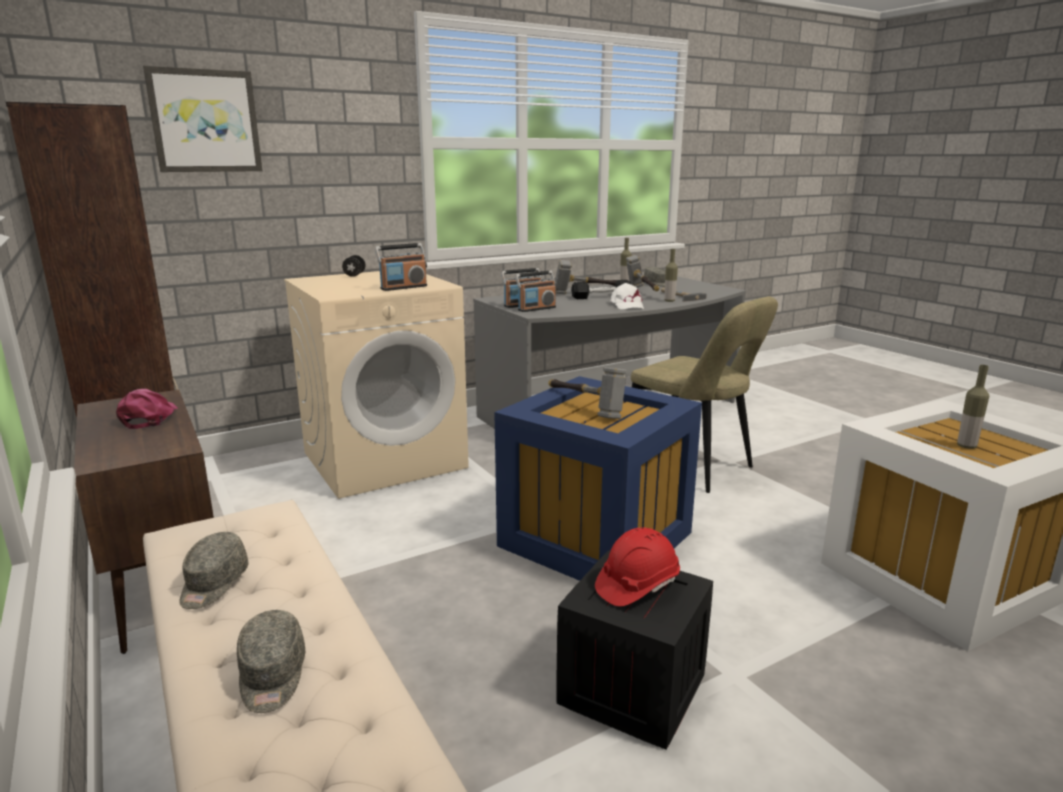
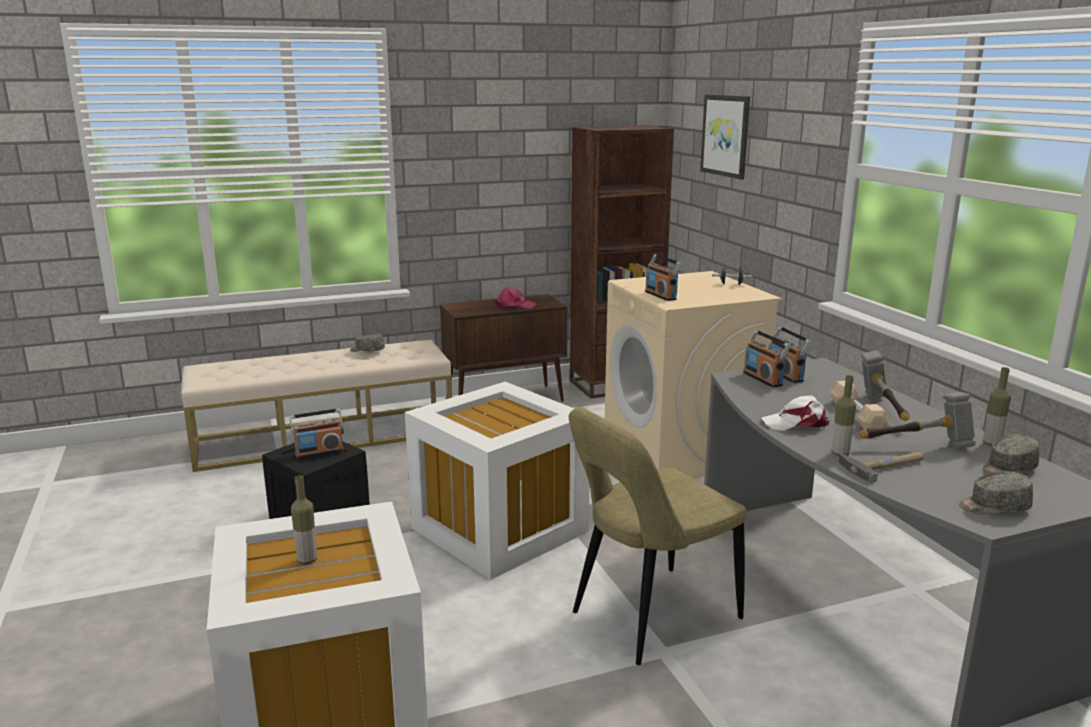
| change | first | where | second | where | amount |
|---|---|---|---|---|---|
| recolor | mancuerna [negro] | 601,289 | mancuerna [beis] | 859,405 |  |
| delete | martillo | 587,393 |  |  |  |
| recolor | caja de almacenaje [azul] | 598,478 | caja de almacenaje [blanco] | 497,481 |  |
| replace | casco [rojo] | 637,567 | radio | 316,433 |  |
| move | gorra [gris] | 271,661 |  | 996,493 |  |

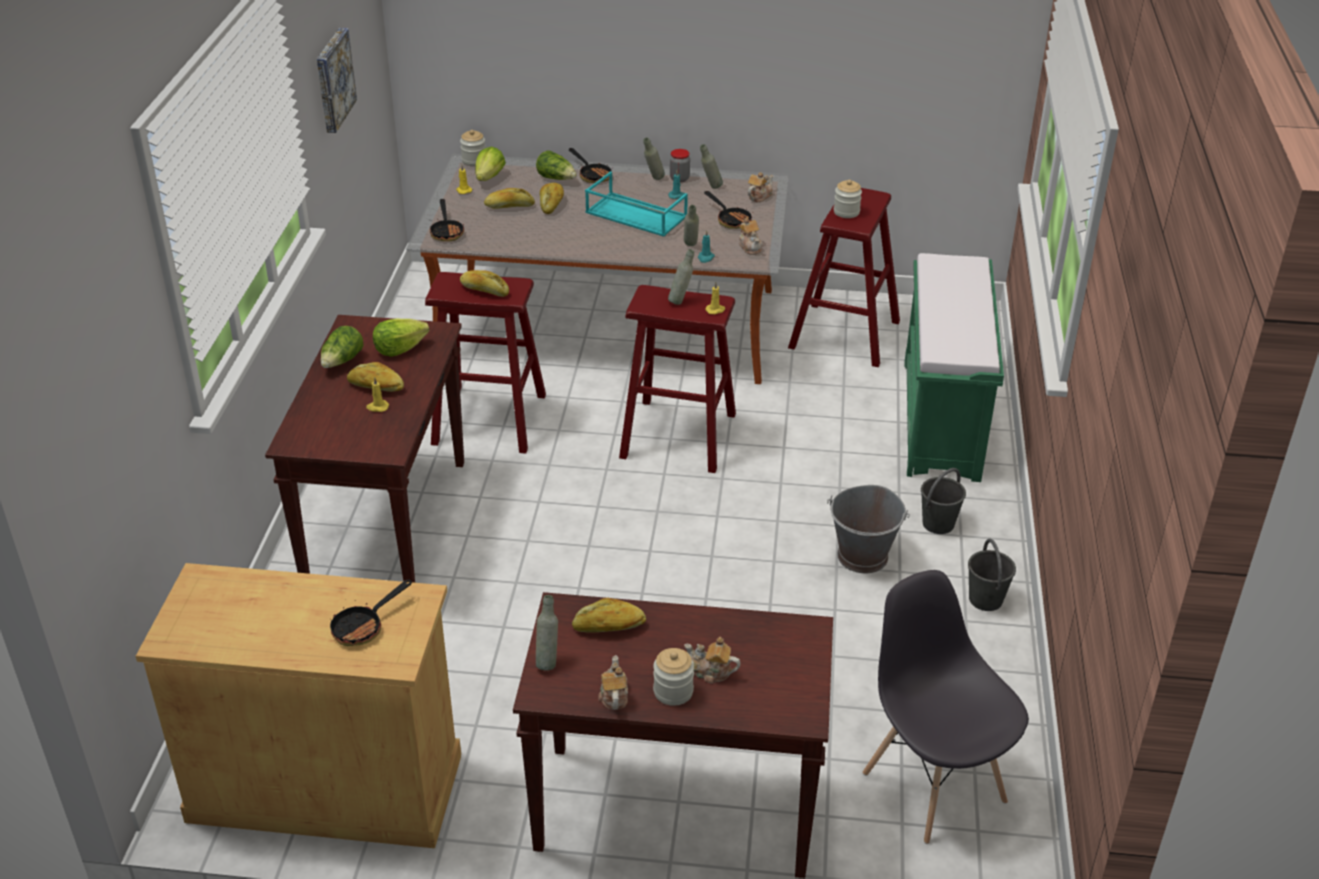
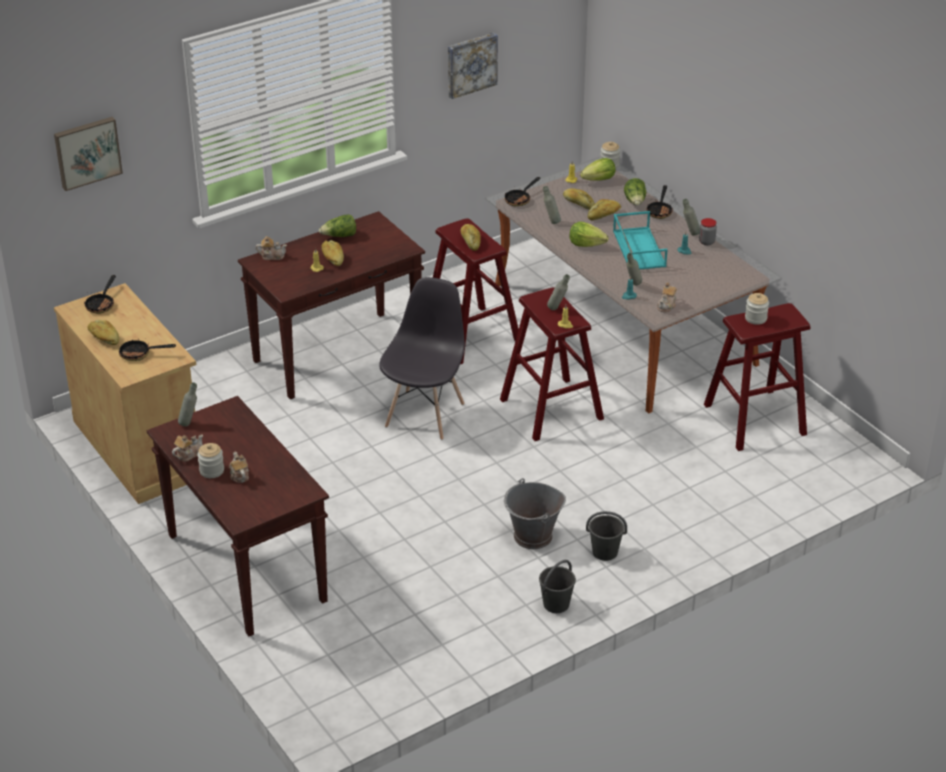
| change | first | where | second | where | amount |
|---|---|---|---|---|---|
| move | botella [gris] | 711,166 |  | 552,205 |  |
| move | tetera | 760,187 |  | 271,248 |  |
| move | sartén | 728,210 |  | 100,294 |  |
| delete | banco [verde] | 954,367 |  |  |  |
| move | lechuga | 401,338 |  | 588,234 |  |
| move | silla [gris] | 946,707 |  | 422,358 |  |
| move | pan | 609,615 |  | 103,332 |  |
| insert |  |  | cuadro | 88,154 |  |

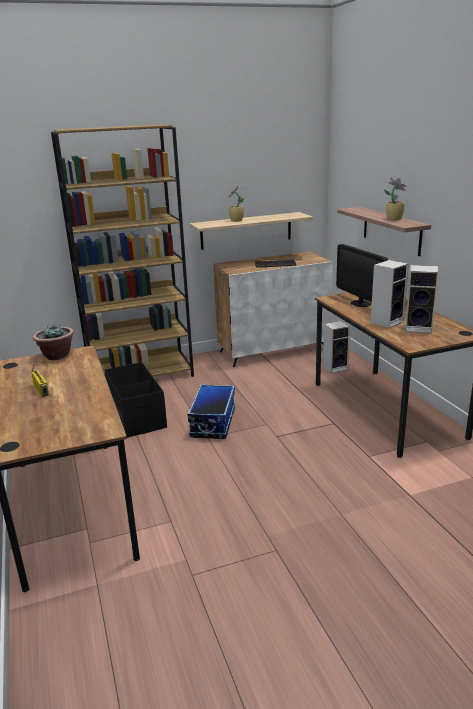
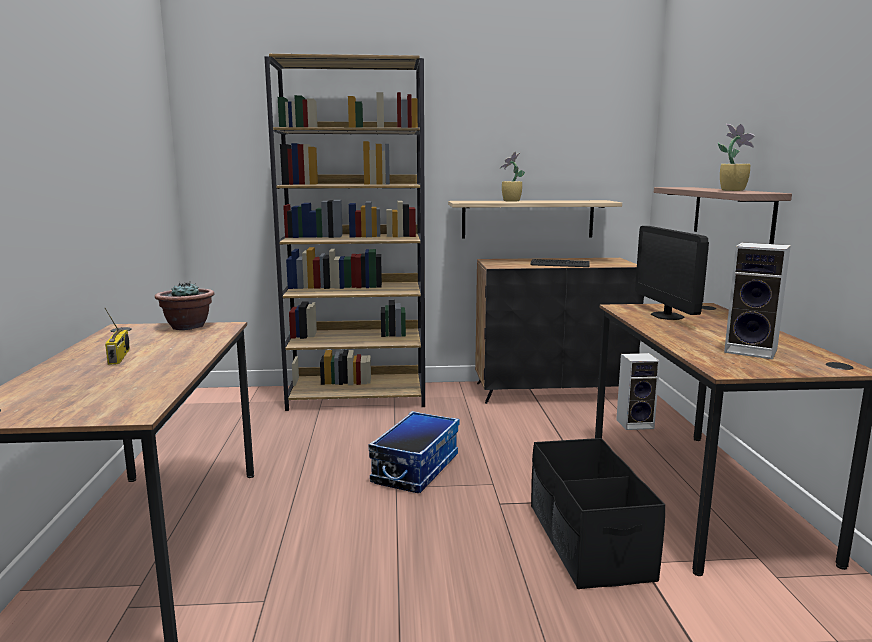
| change | first | where | second | where | amount |
|---|---|---|---|---|---|
| recolor | armario [blanco] | 273,309 | armario [negro] | 559,331 |  |
| delete | altavoz | 390,294 |  |  |  |
| move | caja de almacenaje [negro] | 135,400 |  | 598,513 |  |

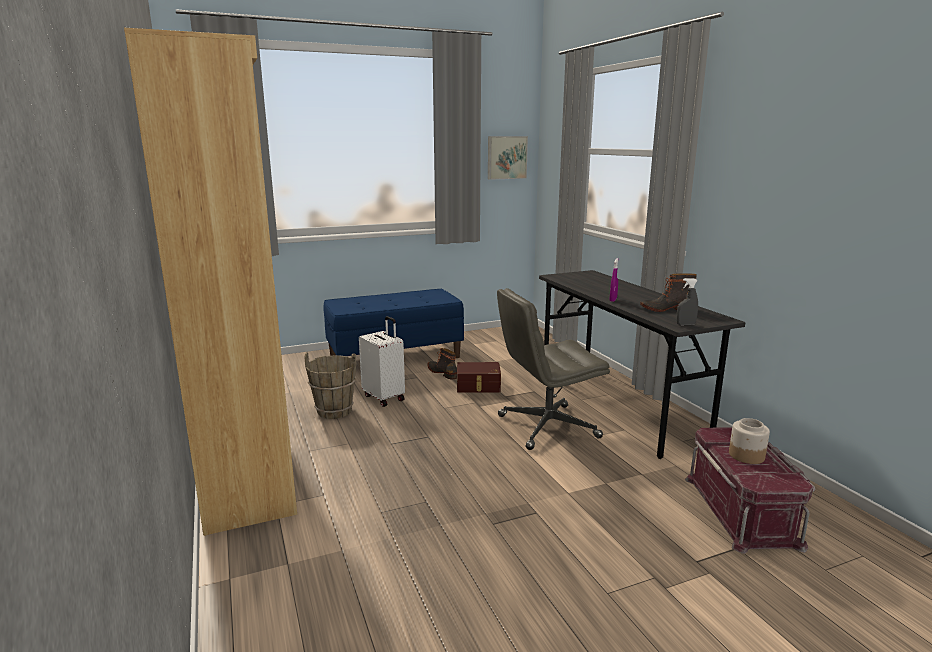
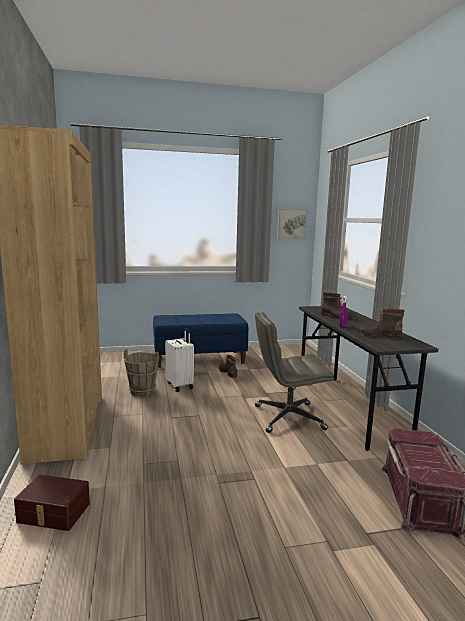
| change | first | where | second | where | amount |
|---|---|---|---|---|---|
| delete | pulverizador [gris] | 687,302 |  |  |  |
| move | caja de almacenaje [marrón] | 479,377 |  | 52,503 |  |
| delete | tarro | 749,441 |  |  |  |
| insert |  |  | bota | 338,305 |  |

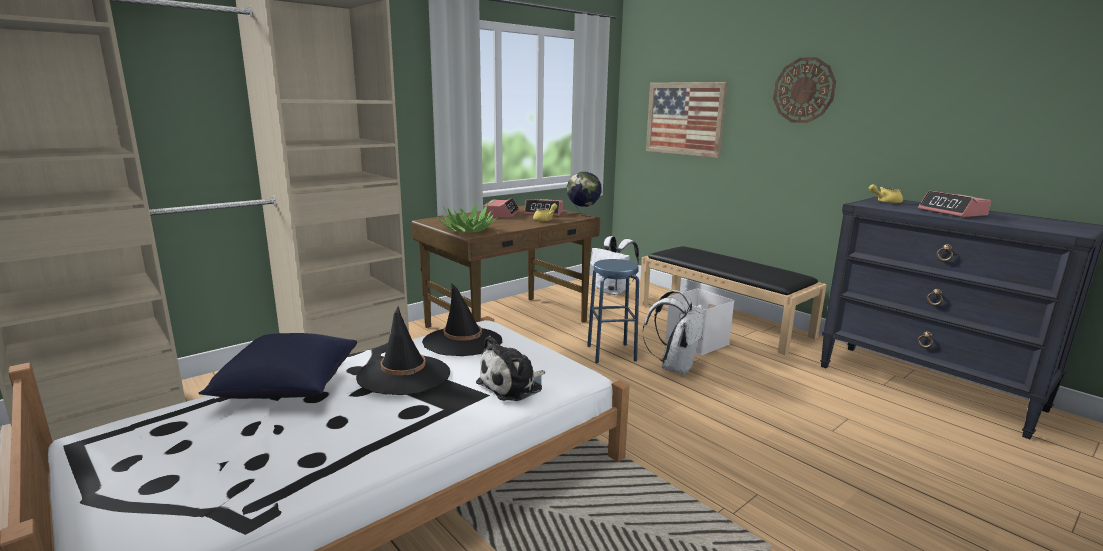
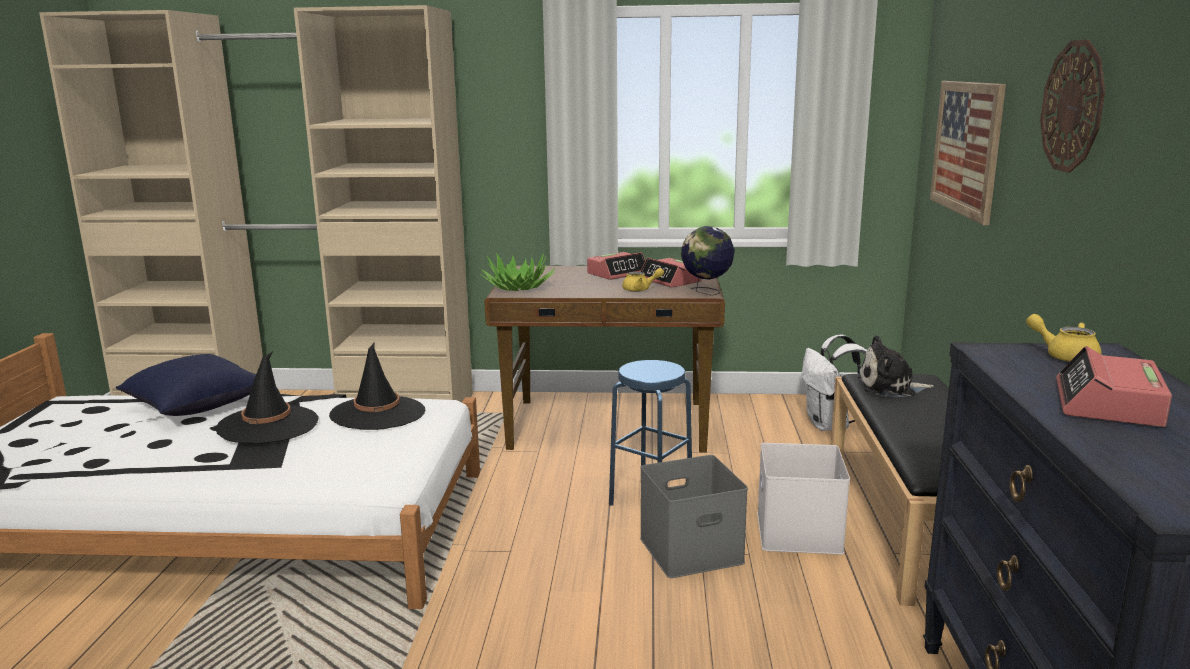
| change | first | where | second | where | amount |
|---|---|---|---|---|---|
| replace | mochila [blanco] | 673,332 | caja de almacenaje [gris] | 694,516 |  |
| move | peluche | 510,368 |  | 896,366 |  |

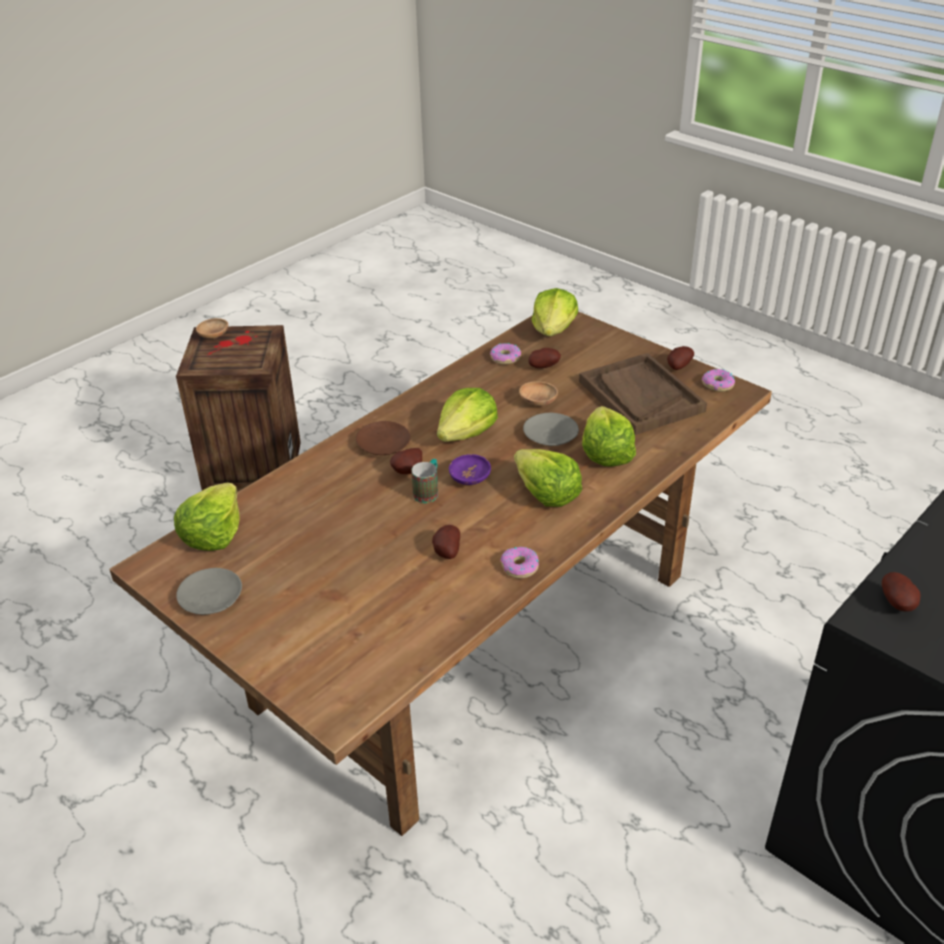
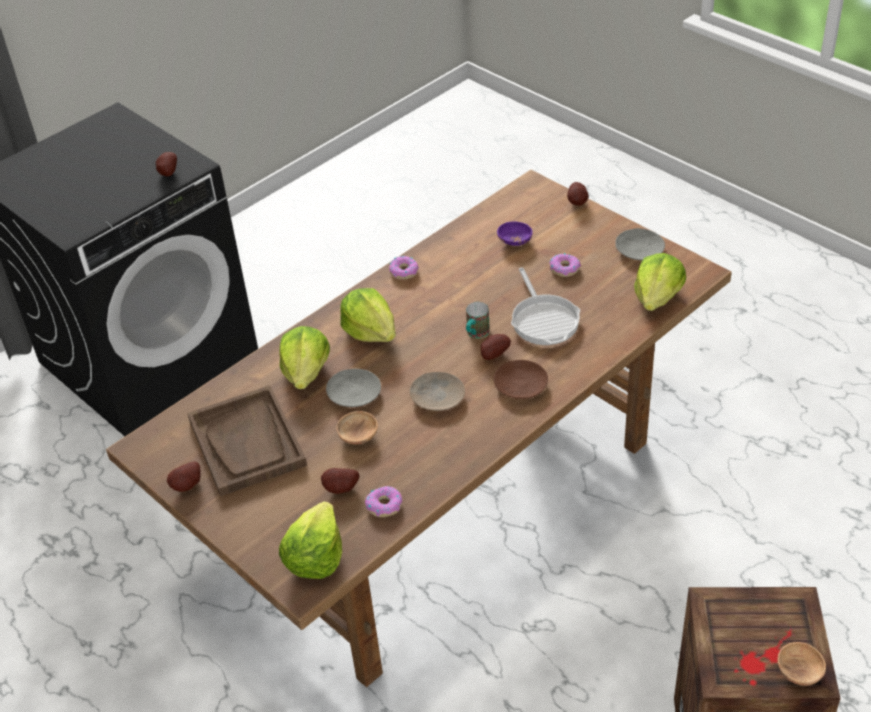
| change | first | where | second | where | amount |
|---|---|---|---|---|---|
| move | rosquilla | 718,380 |  | 565,265 |  |
| replace | lechuga | 467,415 | plato [beis] | 437,391 |  |
| move | cuenco [morado] | 470,469 |  | 515,234 |  |
| move | patata | 446,542 |  | 578,194 |  |
| insert |  |  | sartén | 545,306 |  |

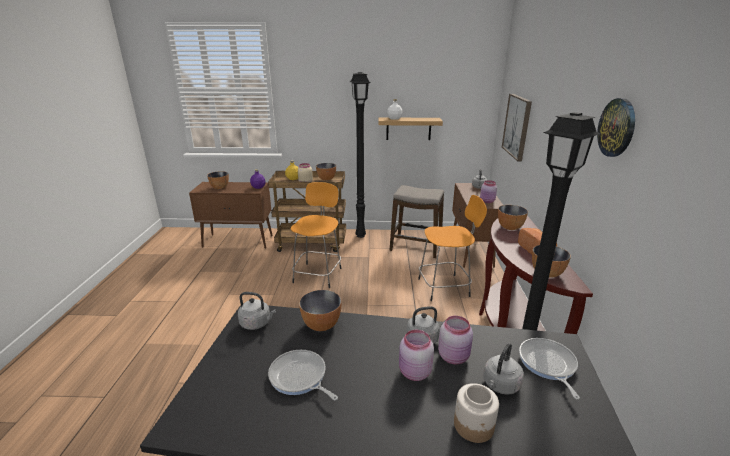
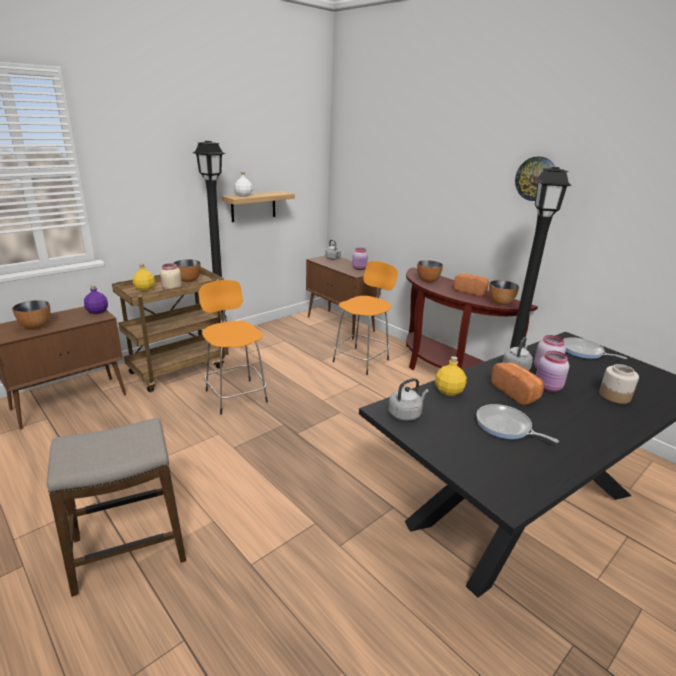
| change | first | where | second | where | amount |
|---|---|---|---|---|---|
| delete | cuadro | 517,127 |  |  |  |
| move | taburete | 417,221 |  | 116,507 |  |
| replace | cuenco | 320,310 | botella [amarillo] | 451,376 |  |
| delete | hervidor [gris] | 503,369 |  |  |  |
| rotate | sartén | 303,375 |  | 517,423 | 45 degrees clockwise |
| insert |  |  | pan | 517,383 |  |

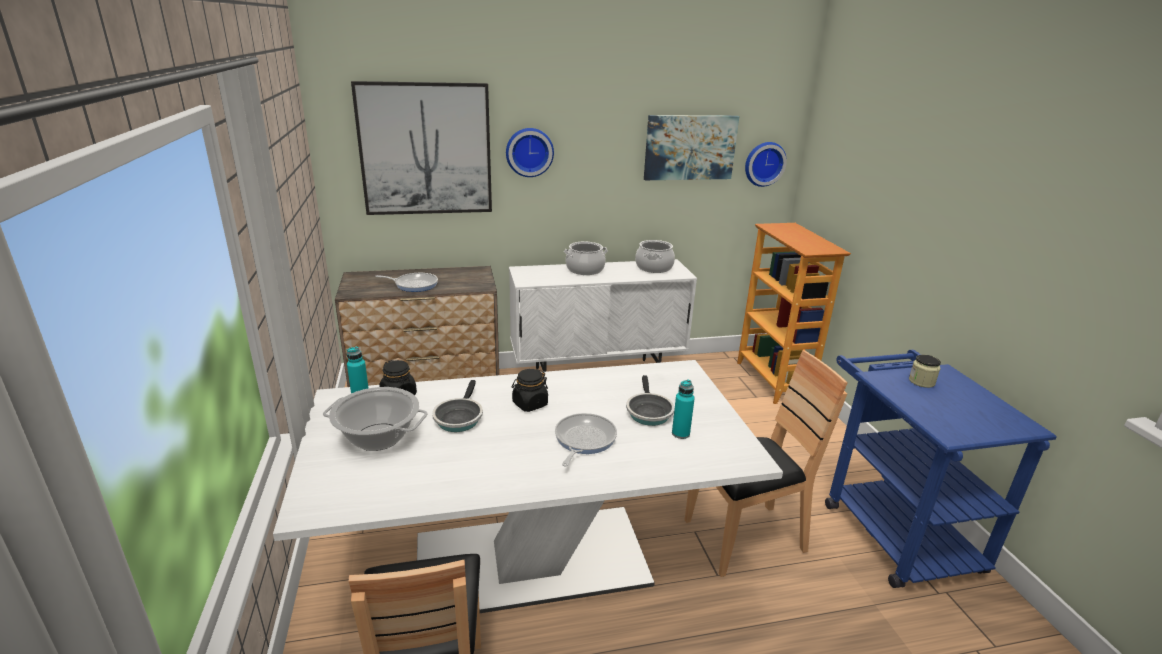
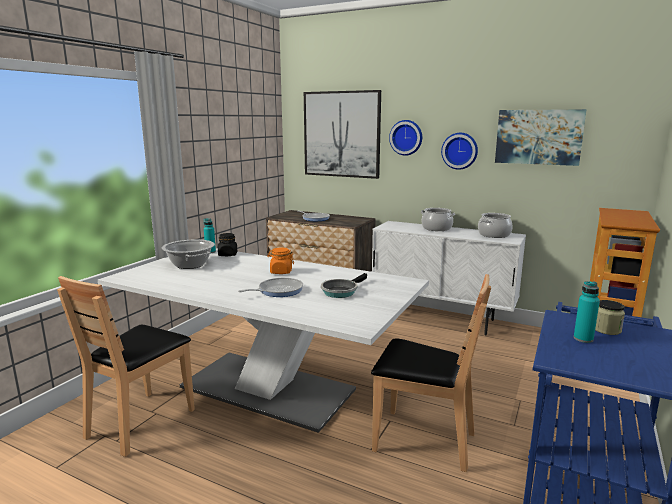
| change | first | where | second | where | amount |
|---|---|---|---|---|---|
| move | reloj de pared | 766,164 |  | 459,151 |  |
| recolor | tarro [negro] | 530,390 | tarro [naranja] | 280,261 |  |
| move | botella [turquesa] | 683,409 |  | 587,312 |  |
| delete | sartén | 457,406 |  |  |  |

